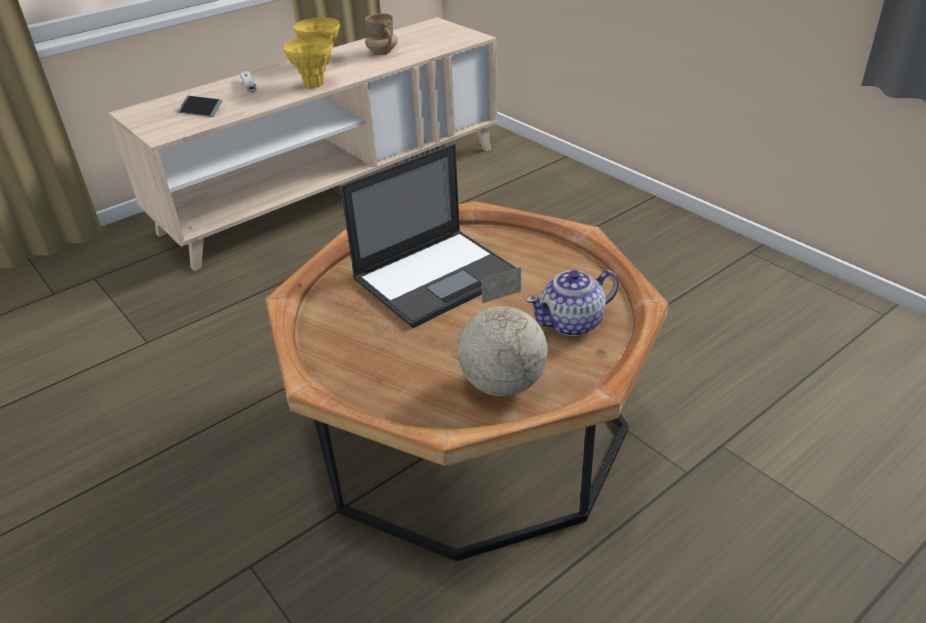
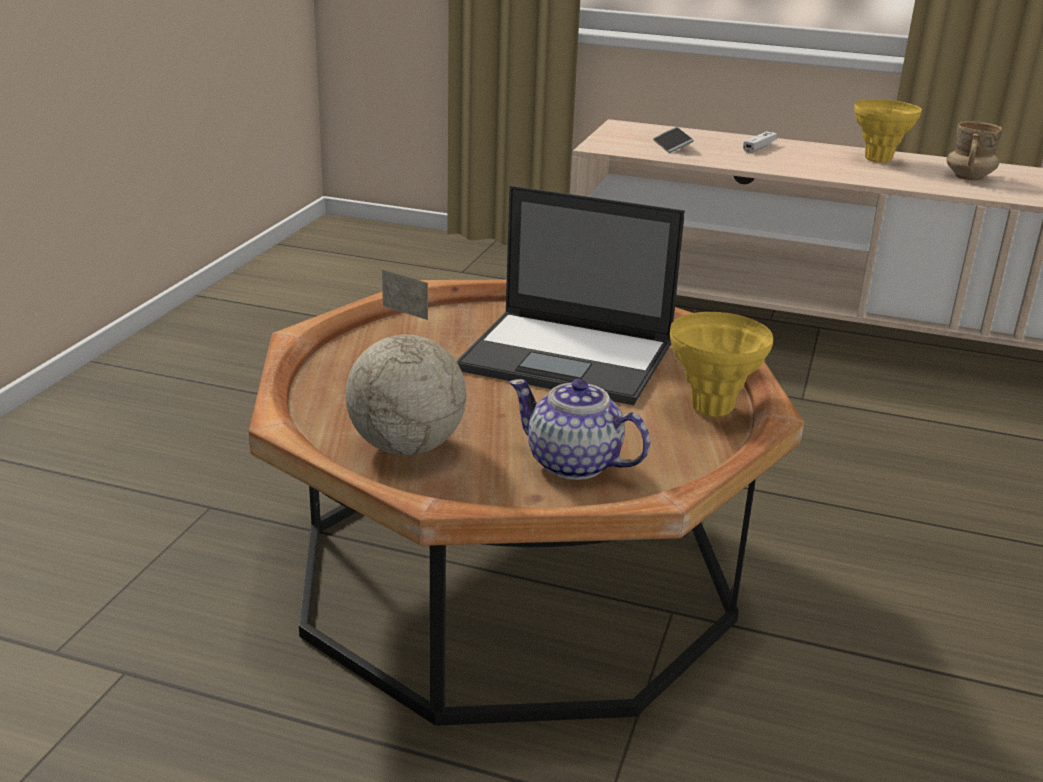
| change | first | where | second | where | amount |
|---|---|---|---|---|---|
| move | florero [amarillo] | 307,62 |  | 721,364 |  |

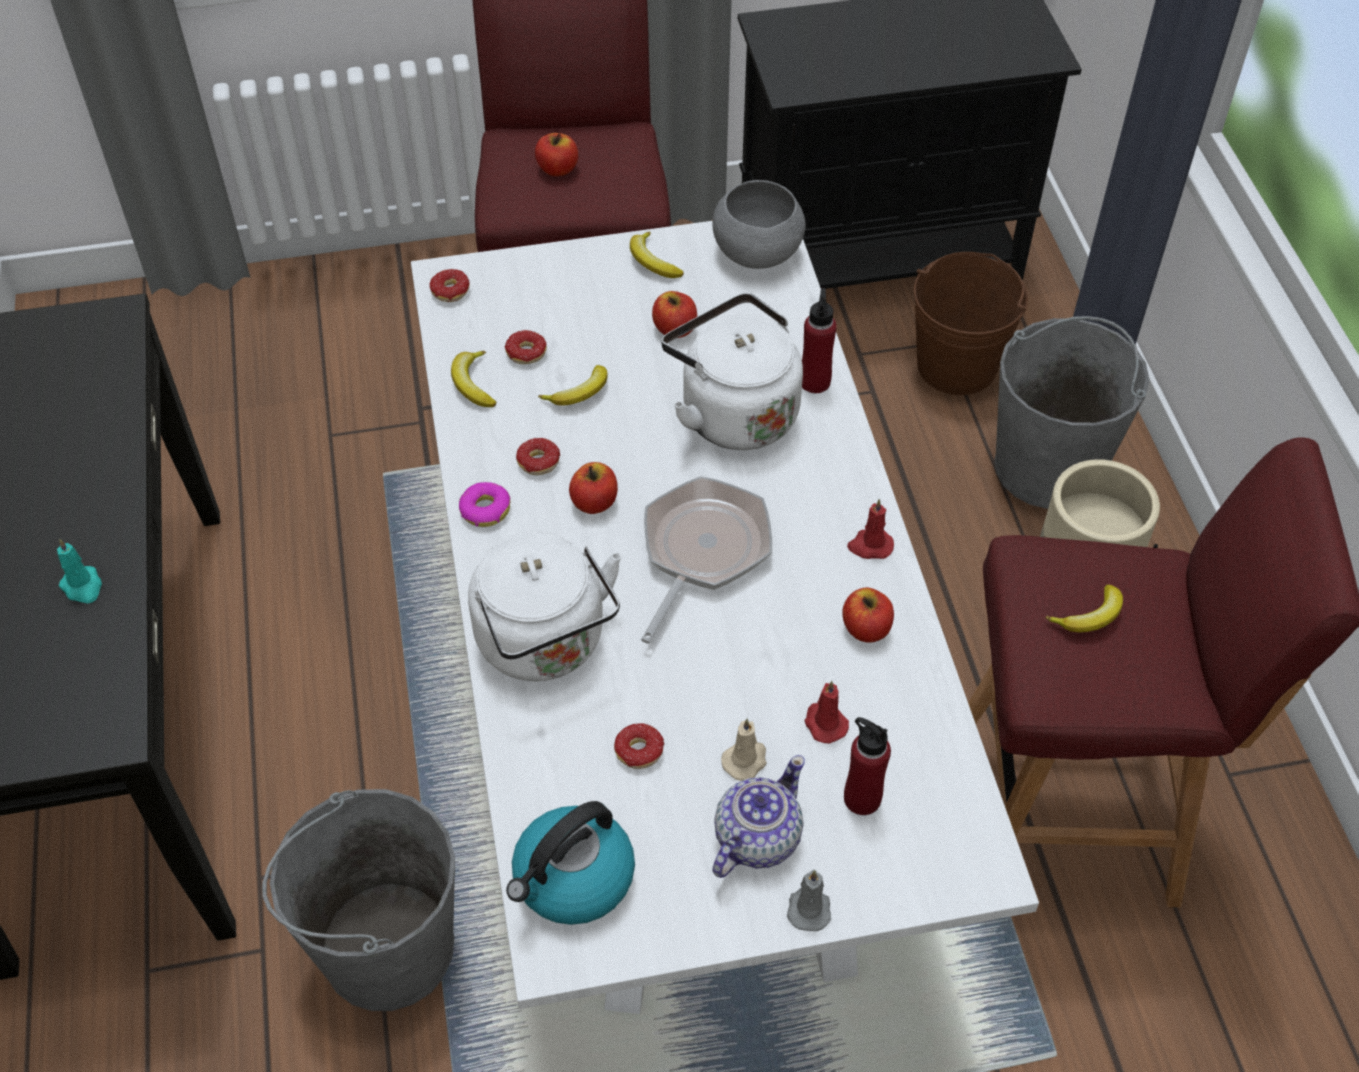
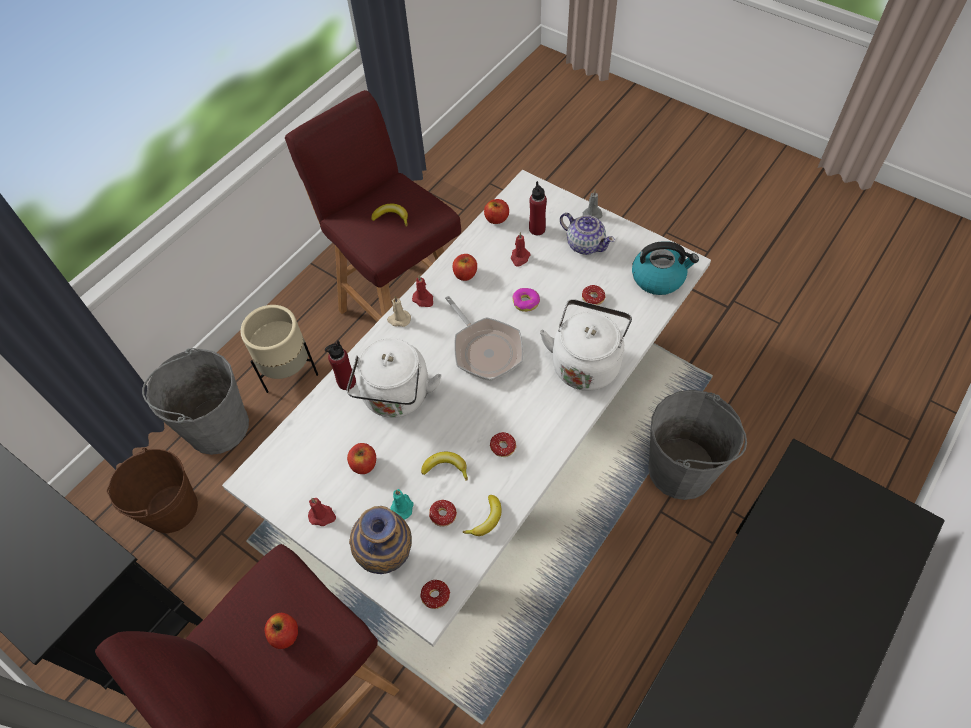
| change | first | where | second | where | amount |
|---|---|---|---|---|---|
| delete | cuenco [gris] | 759,224 |  |  |  |
| replace | plátano | 657,255 | vela [rojo] | 322,512 |  |
| move | manzana | 593,488 |  | 496,211 |  |
| rotate | sartén | 706,560 |  | 484,338 | 105 degrees counterclockwise |
| move | rosquilla | 484,504 |  | 526,300 |  |
| move | vela [turquesa] | 79,571 |  | 401,504 |  |
| move | vela [beis] | 744,749 |  | 399,311 |  |
| rotate | tetera | 758,816 |  | 587,234 | 135 degrees counterclockwise |
| insert |  |  | florero | 380,540 |  |

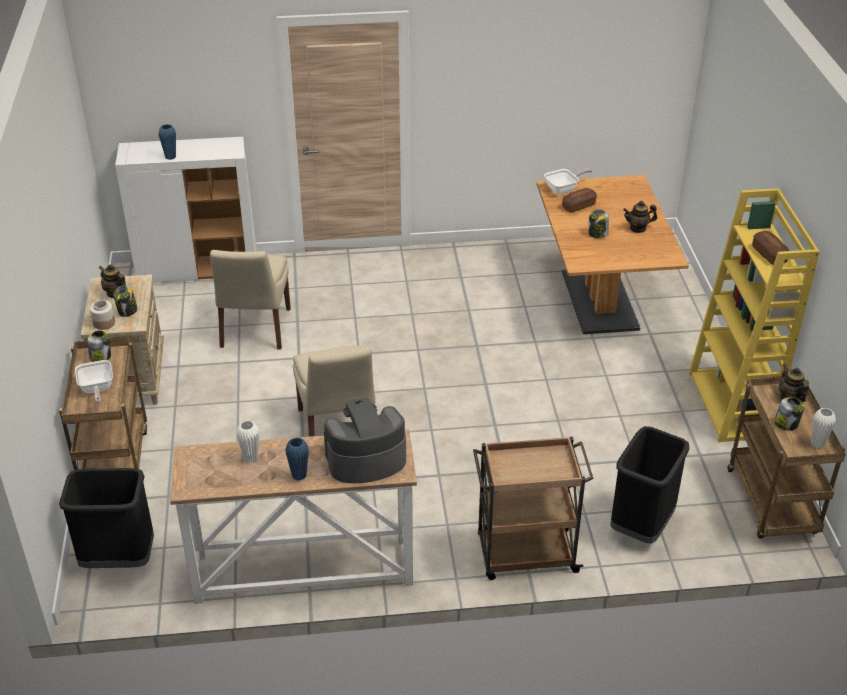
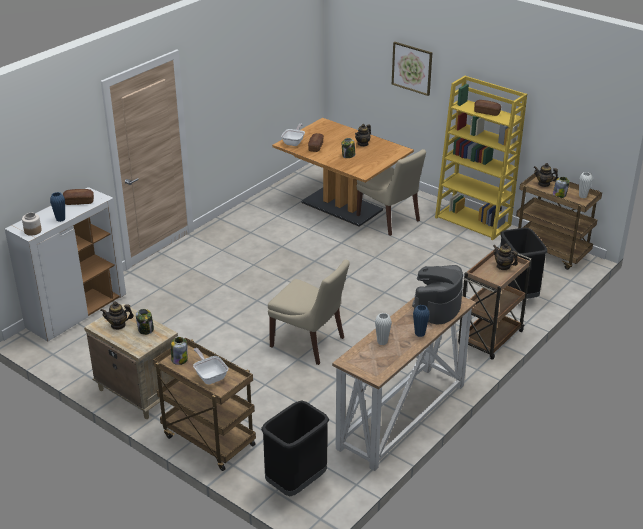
| change | first | where | second | where | amount |
|---|---|---|---|---|---|
| move | silla [beis] | 250,300 |  | 391,192 |  |
| move | tarro | 102,315 |  | 32,224 |  |
| rotate | sartén | 94,381 |  | 210,366 | 150 degrees counterclockwise |
| insert |  |  | cuadro | 412,69 |  |
| insert |  |  | pan | 78,197 |  |
| insert |  |  | tetera | 505,257 |  |

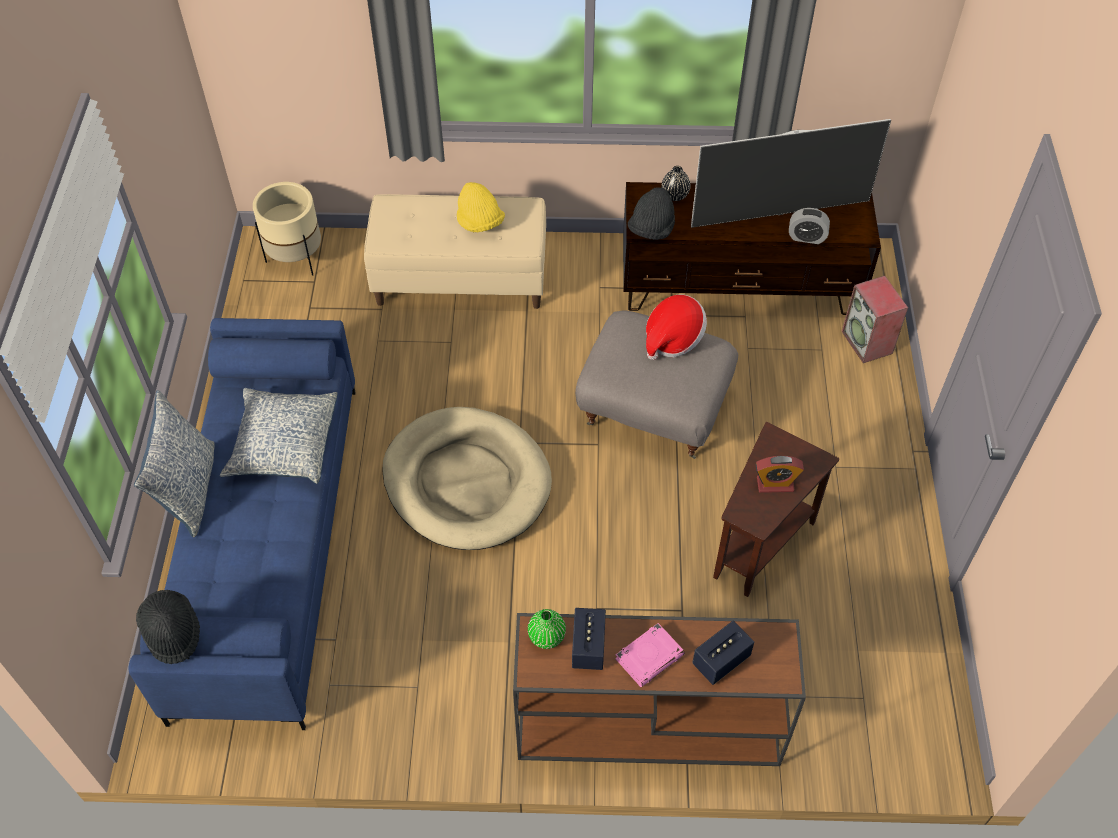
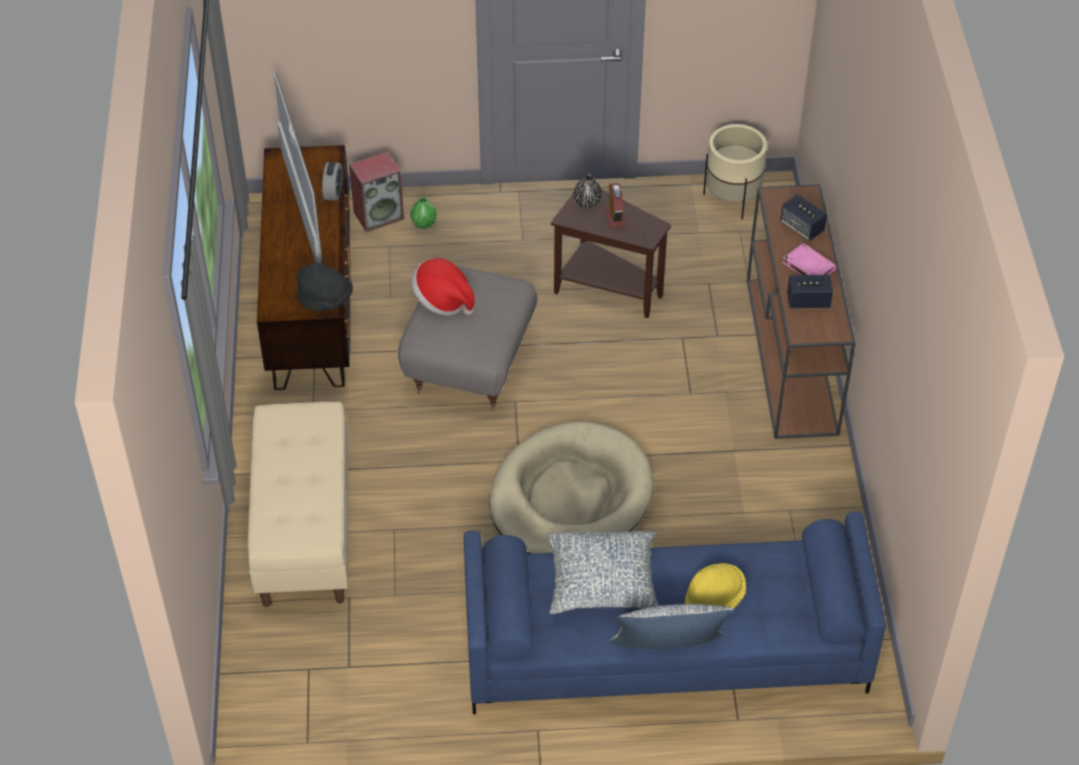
| change | first | where | second | where | amount |
|---|---|---|---|---|---|
| move | florero [negro] | 676,183 |  | 588,191 |  |
| move | maceta [beis] | 287,228 |  | 735,172 |  |
| move | sombrero [amarillo] | 481,207 |  | 715,586 |  |
| delete | sombrero [negro] | 168,627 |  |  |  |
| move | florero [verde] | 547,629 |  | 423,213 |  |

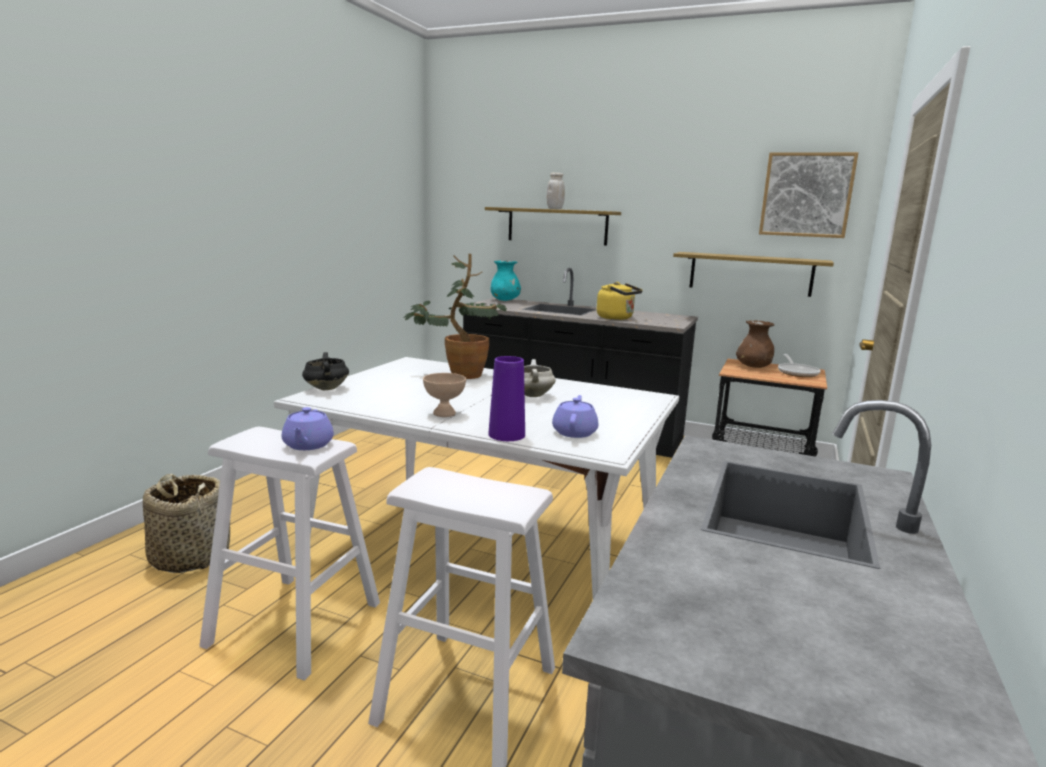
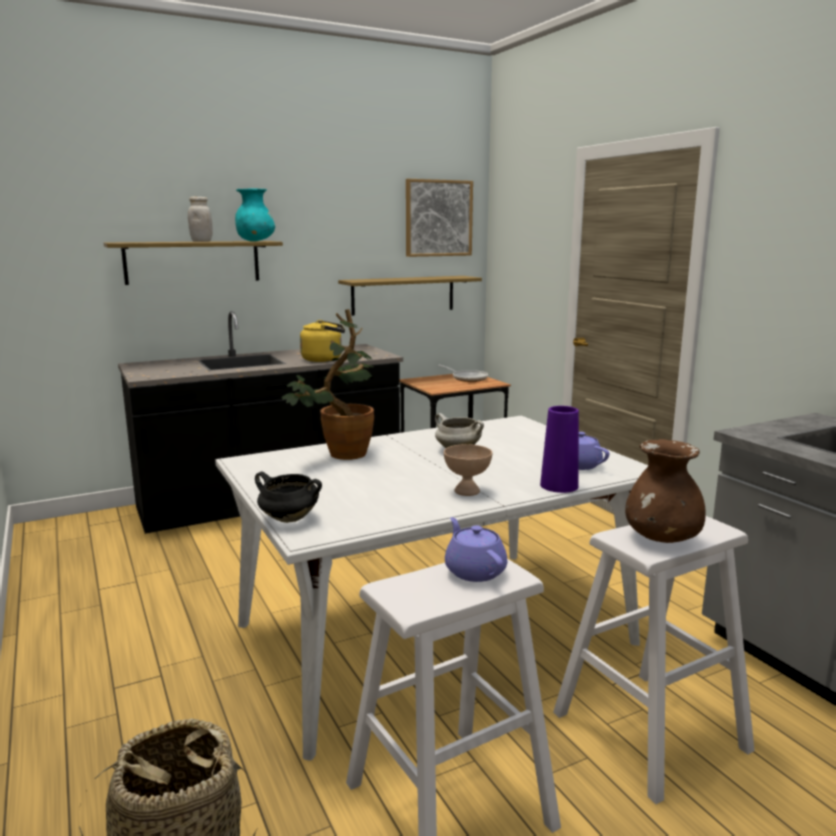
| change | first | where | second | where | amount |
|---|---|---|---|---|---|
| move | florero [turquesa] | 506,281 |  | 255,214 |  |
| move | florero [marrón] | 755,344 |  | 665,491 |  |
| rotate | tetera [morado] | 308,428 |  | 476,549 | 150 degrees counterclockwise |

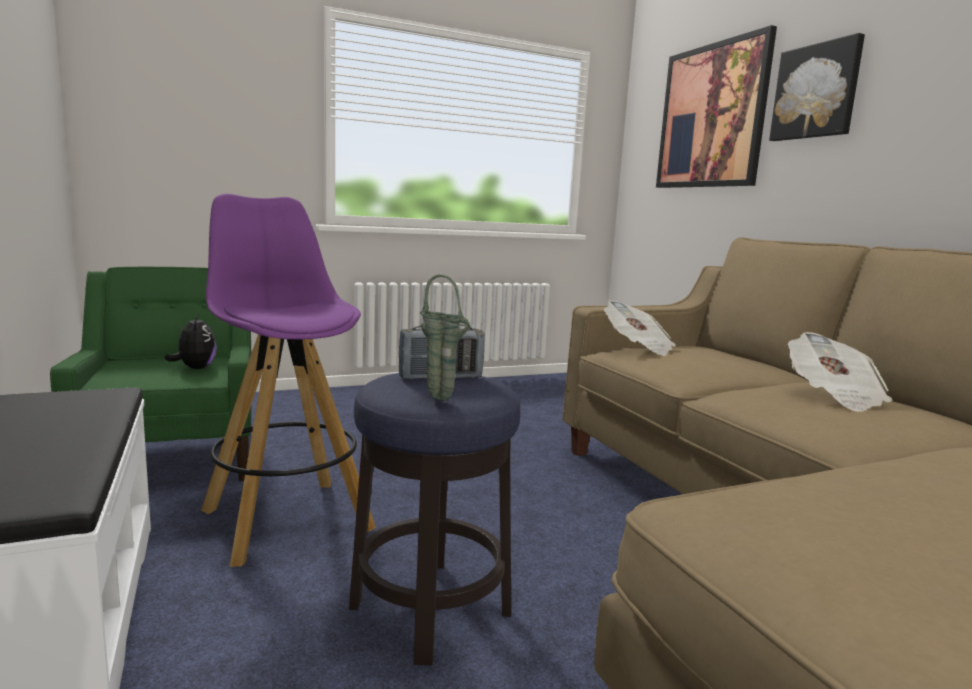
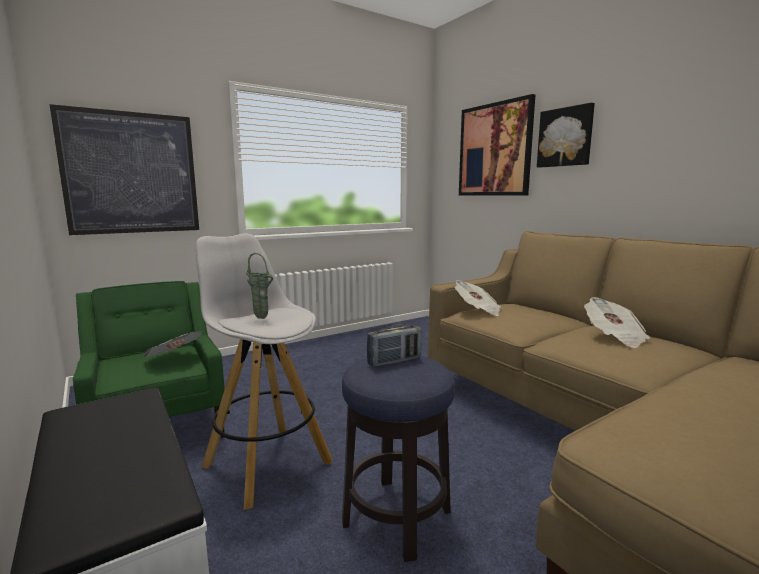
| change | first | where | second | where | amount |
|---|---|---|---|---|---|
| recolor | taburete [morado] | 288,380 | taburete [blanco] | 264,371 |  |
| move | florero [verde] | 445,337 |  | 259,286 |  |
| replace | peluche | 191,341 | periódico | 172,344 |  |
| insert |  |  | cuadro | 124,169 |  |

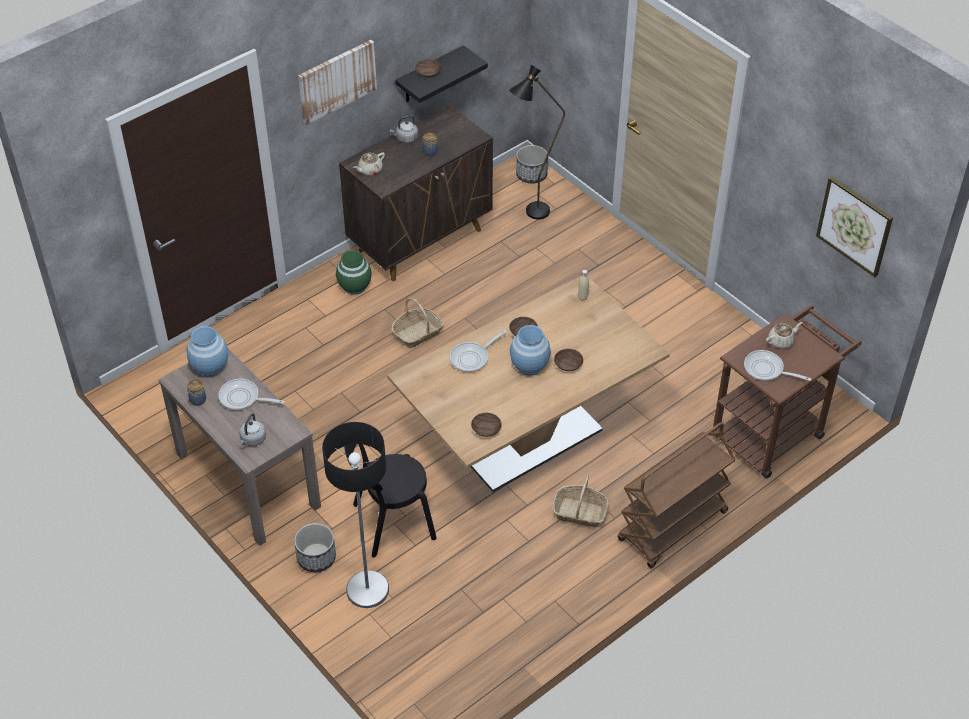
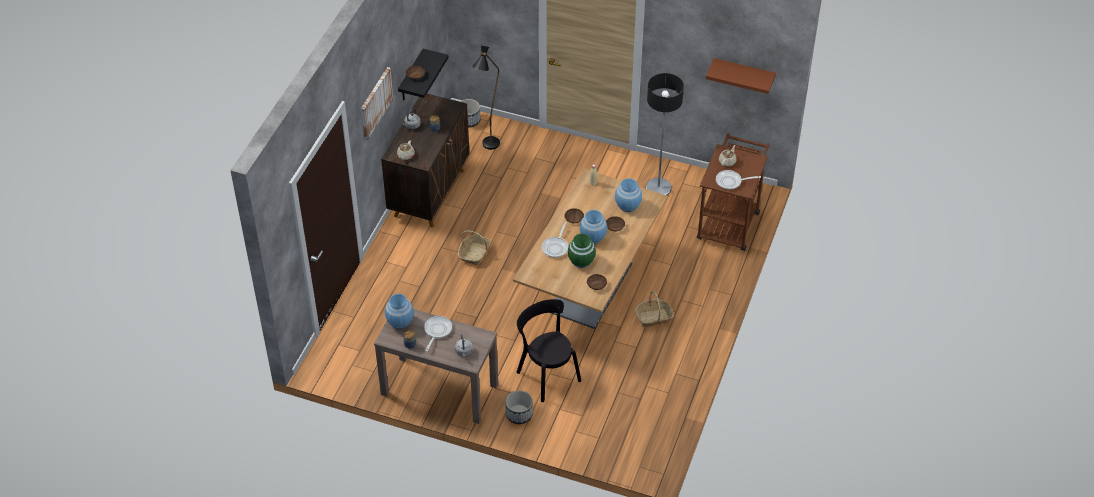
| change | first | where | second | where | amount |
|---|---|---|---|---|---|
| replace | cuadro | 854,226 | estante [marrón] | 741,76 |  |
| move | florero [verde] | 354,272 |  | 582,251 |  |
| rotate | sartén | 251,394 |  | 438,333 | 120 degrees clockwise |
| move | lámpara de pie | 355,515 |  | 665,134 |  |
| delete | carrito [marrón] | 677,495 |  |  |  |
| rotate | silla [negro] | 390,501 |  | 549,350 | 105 degrees clockwise |
| insert |  |  | florero [azul] | 628,195 |  |

